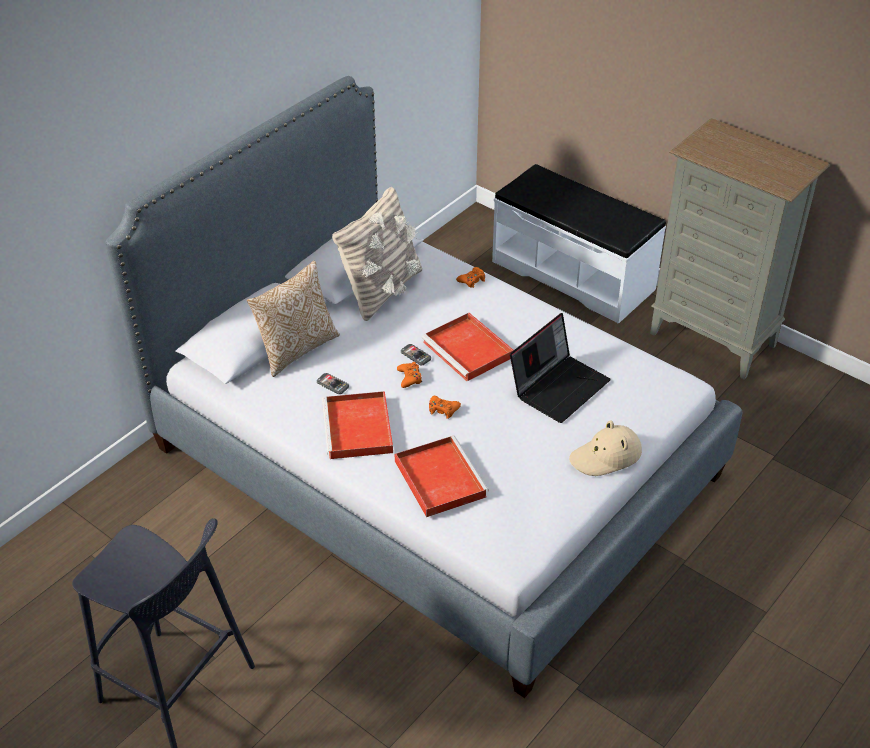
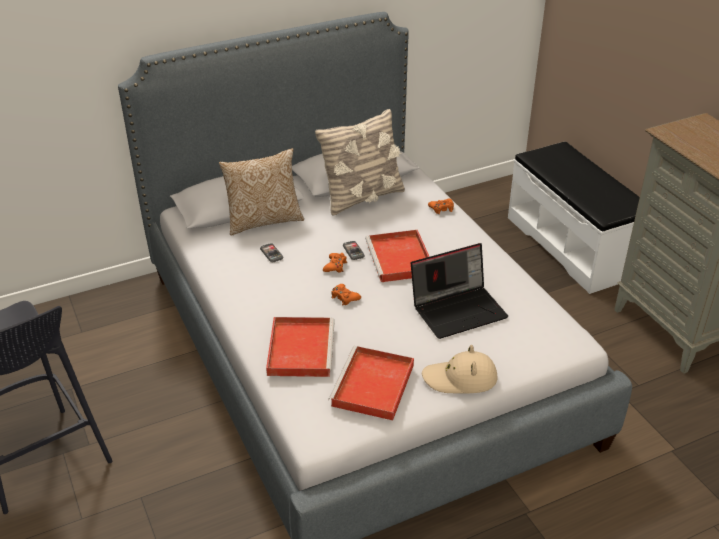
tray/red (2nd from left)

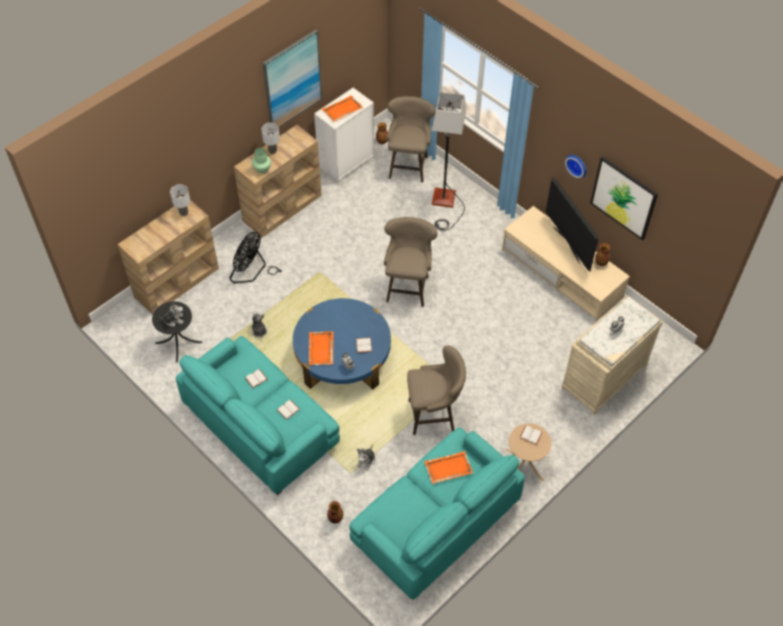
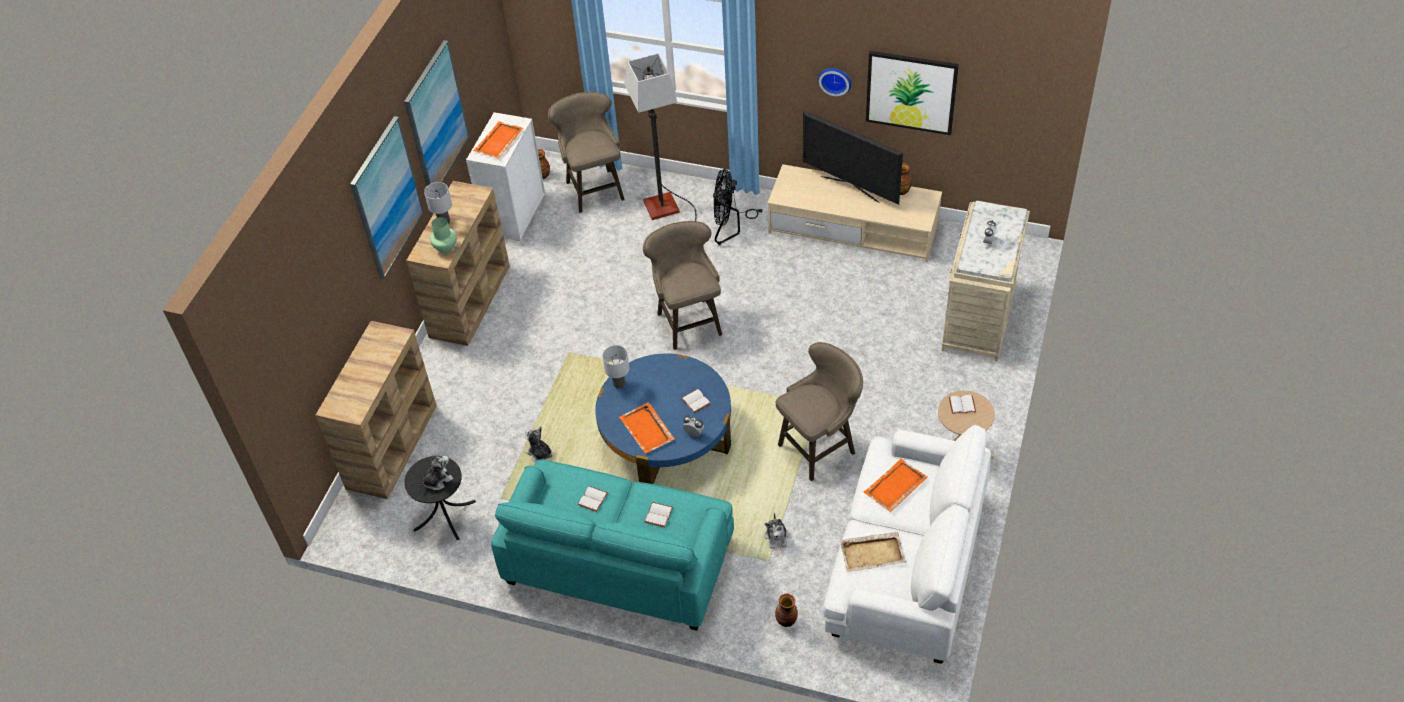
picture (1st from left)
tray/beige
table lamp/white (2nd from left)
fan/black
sofa/white

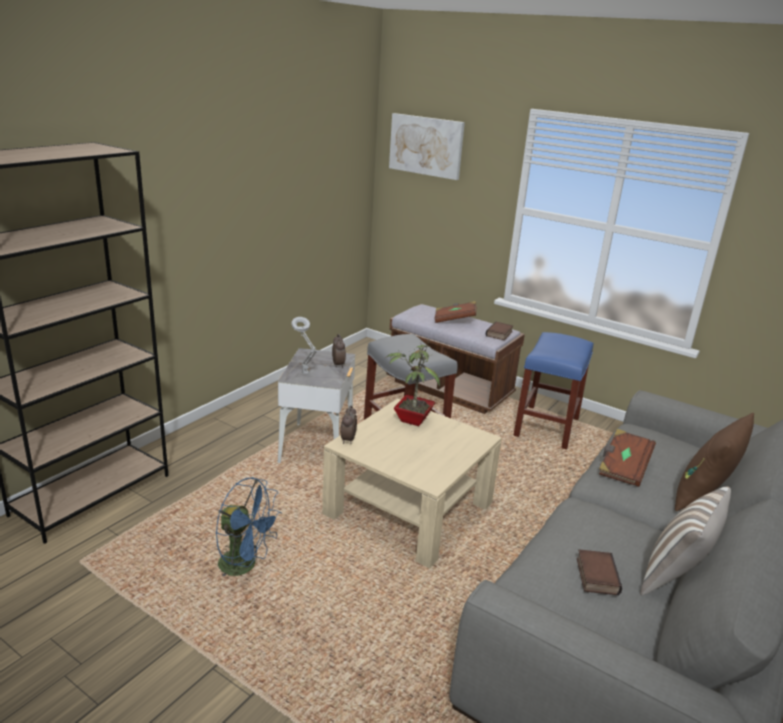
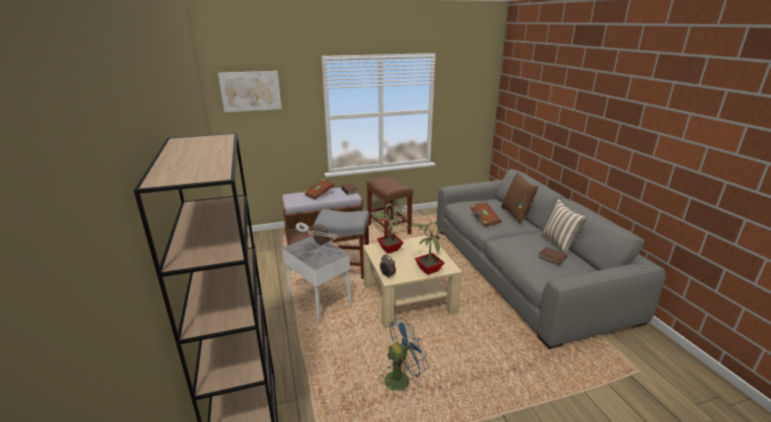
potted plant (2nd from left)
stool/brown

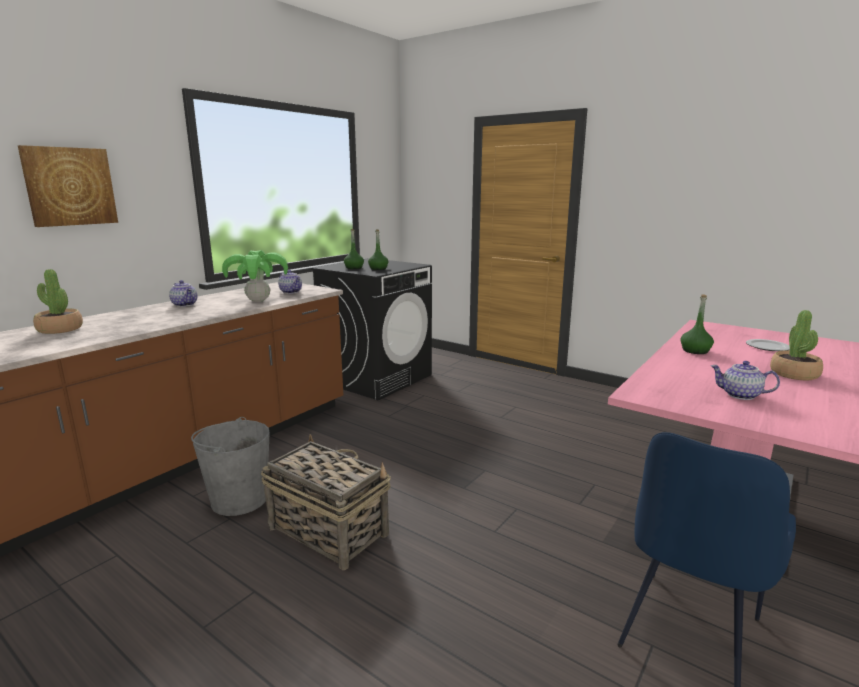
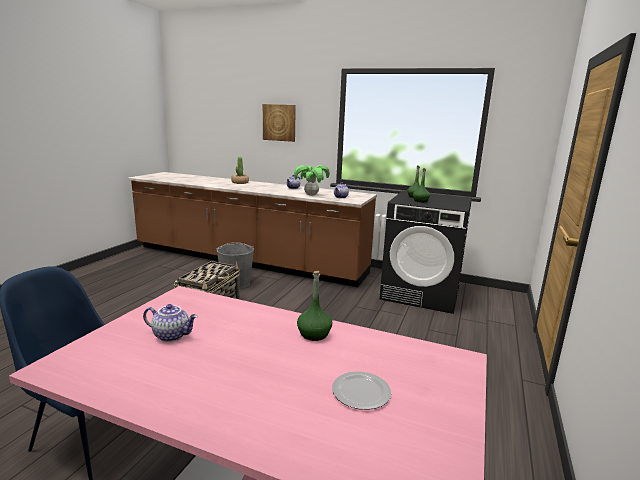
potted plant (3rd from left in the first image)
teapot (1st from left)

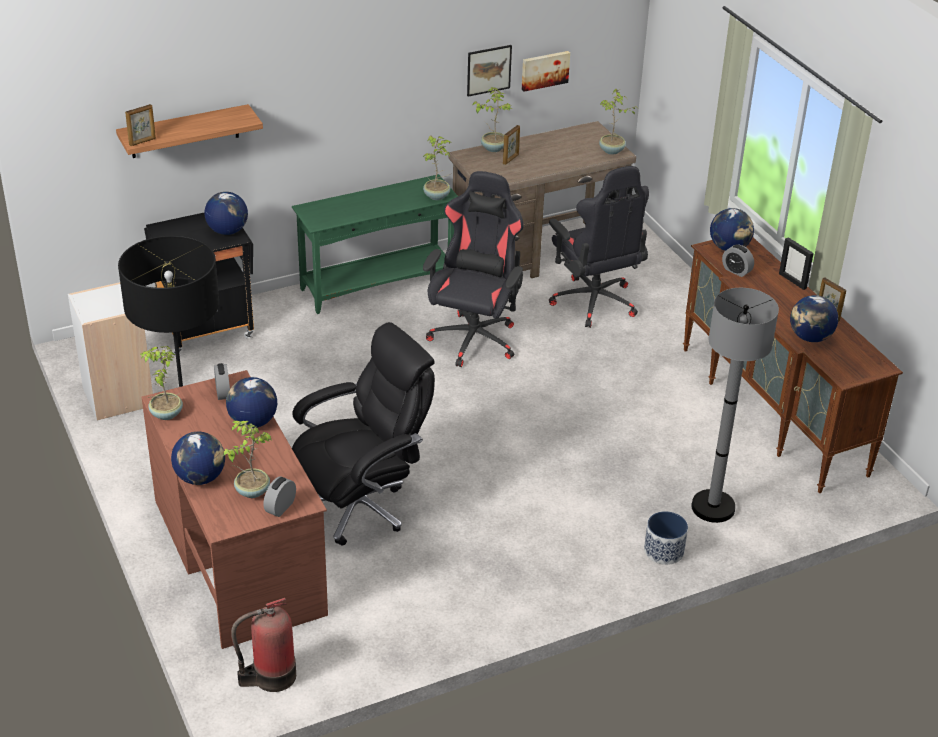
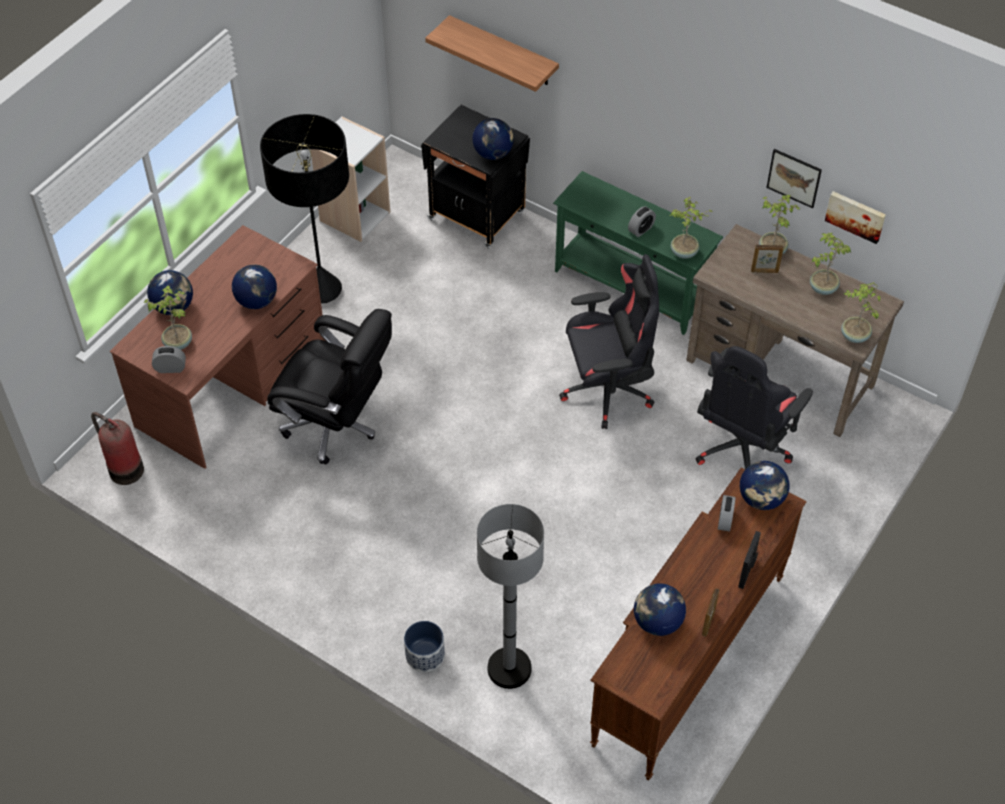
picture frame (1st from left in the first image)
potted plant (4th from left)
alarm clock (2nd from left)

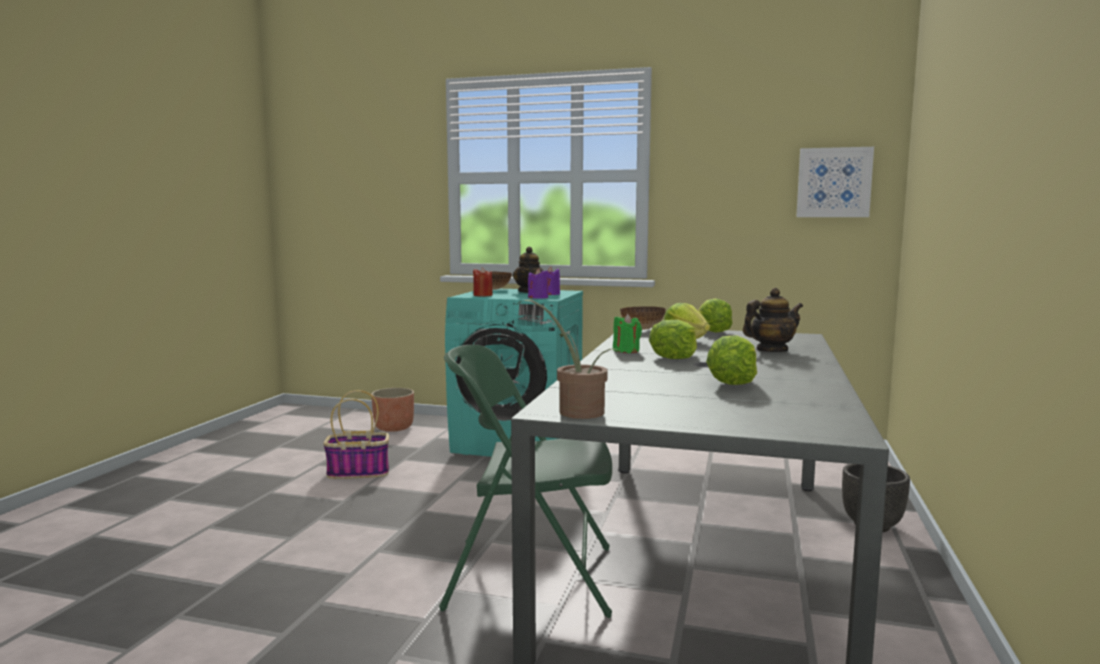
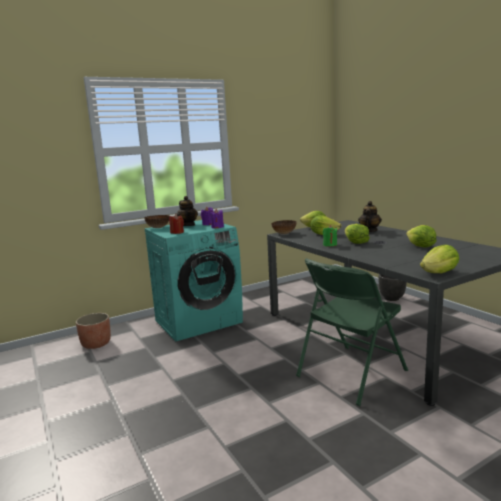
basket
picture
lettuce (5th from left)

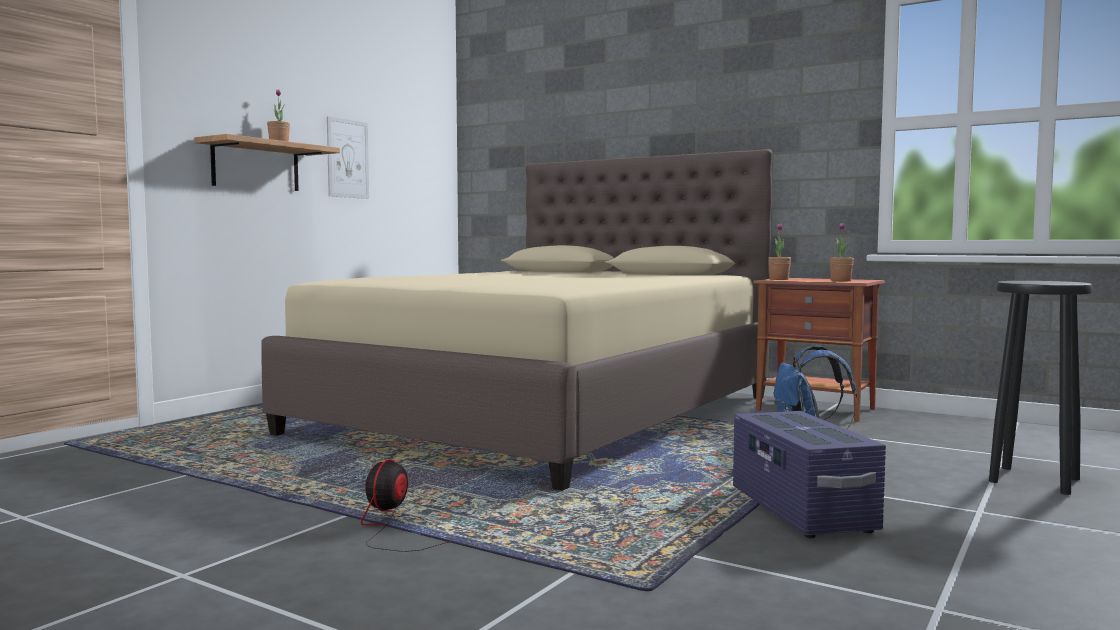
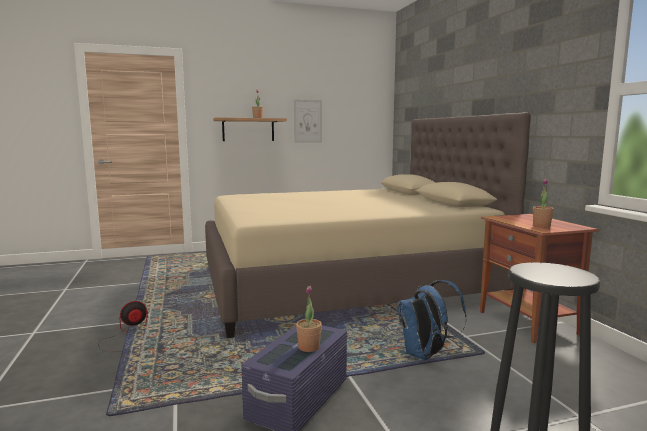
potted plant (2nd from left)

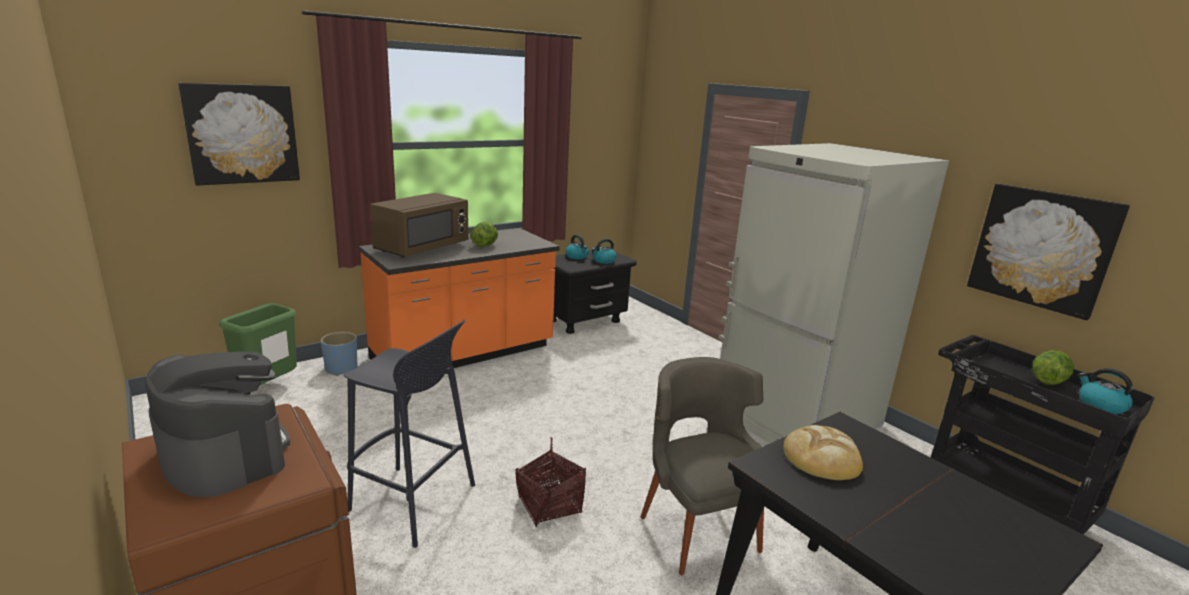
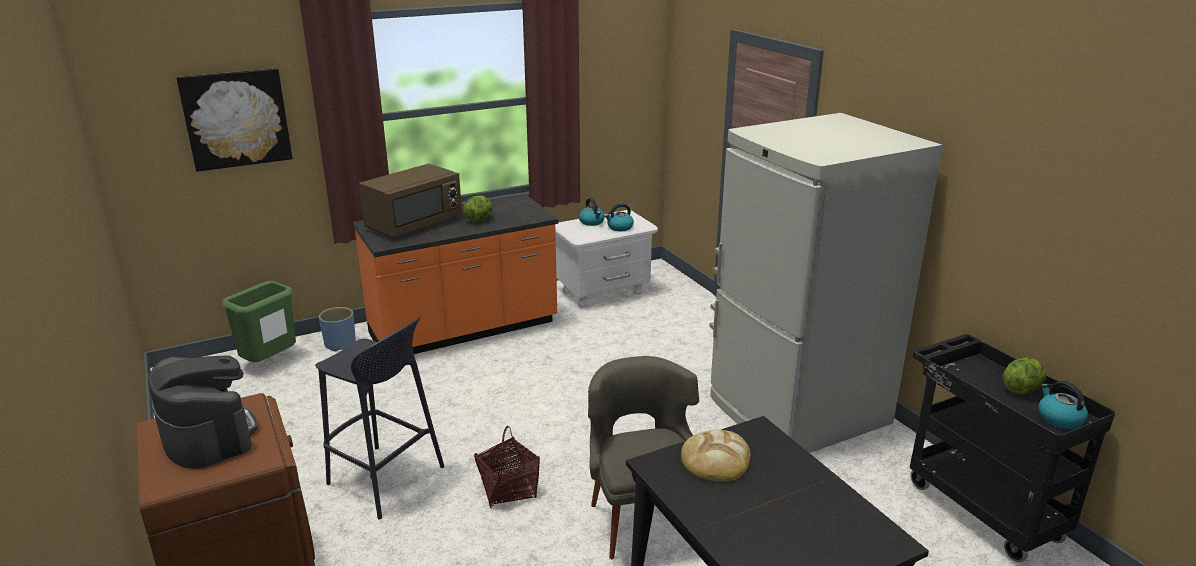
picture (2nd from left in the first image)
nightstand/white

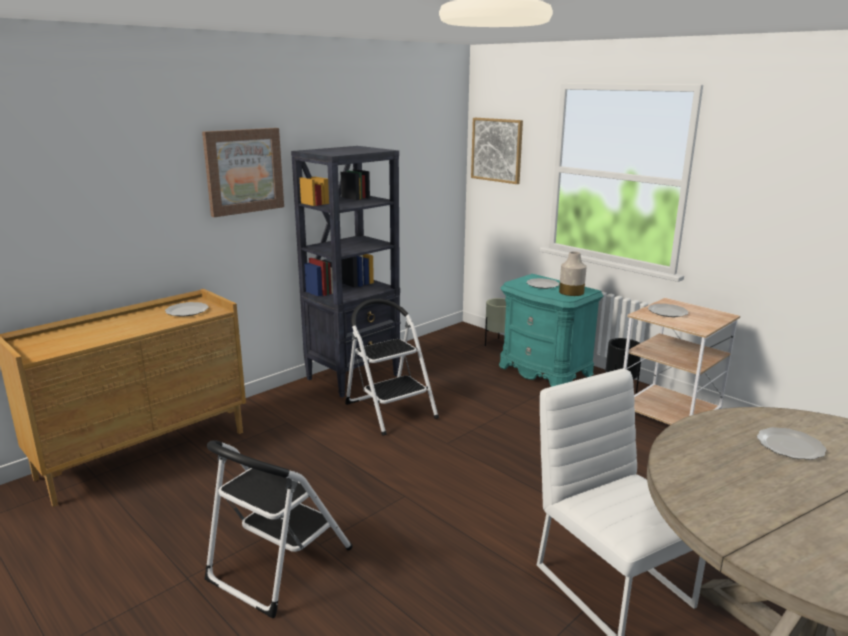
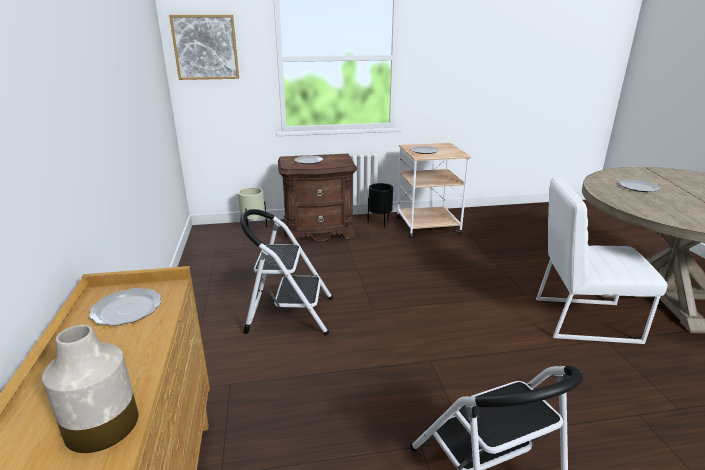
picture (1st from left in the first image)
bookcase/black
vase/beige
nightstand/brown

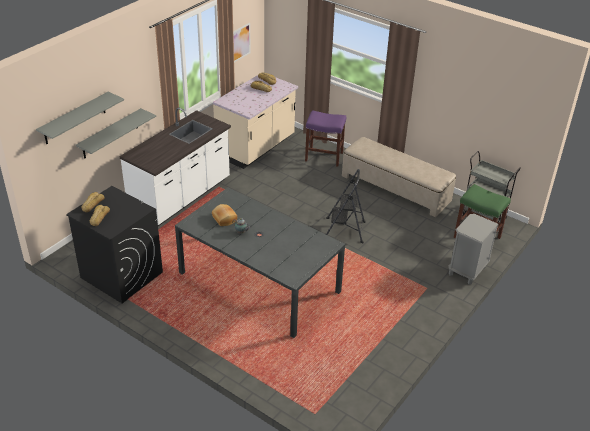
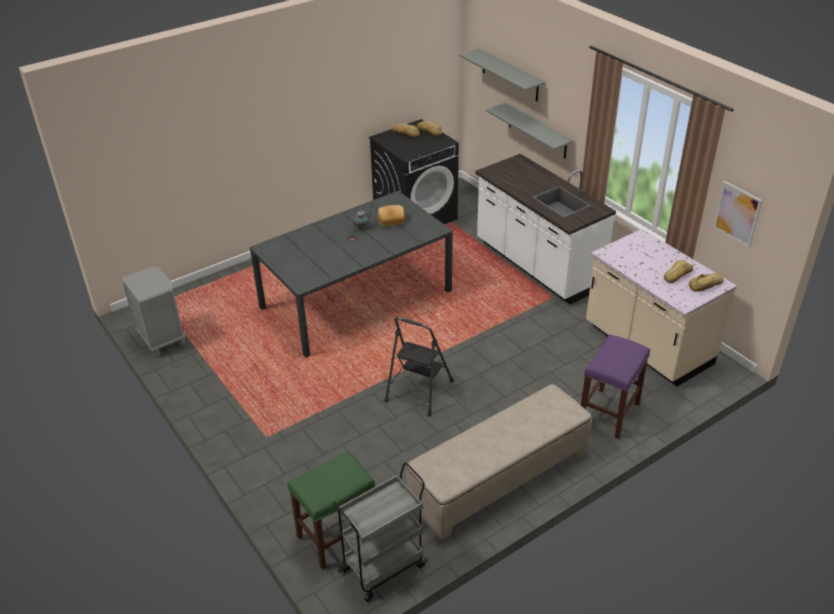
nightstand/grey

